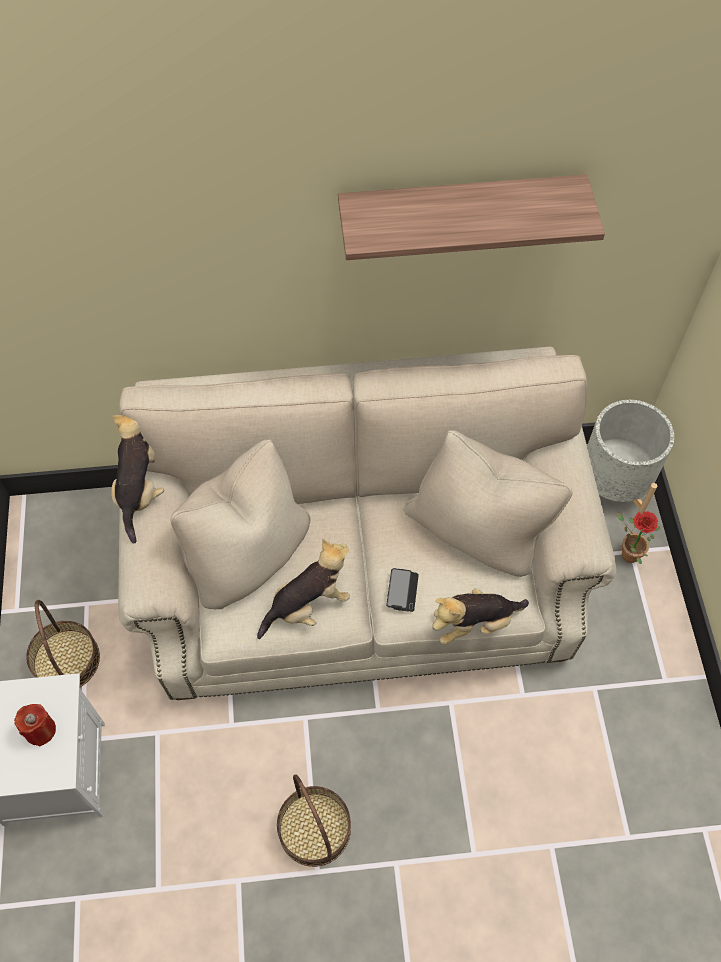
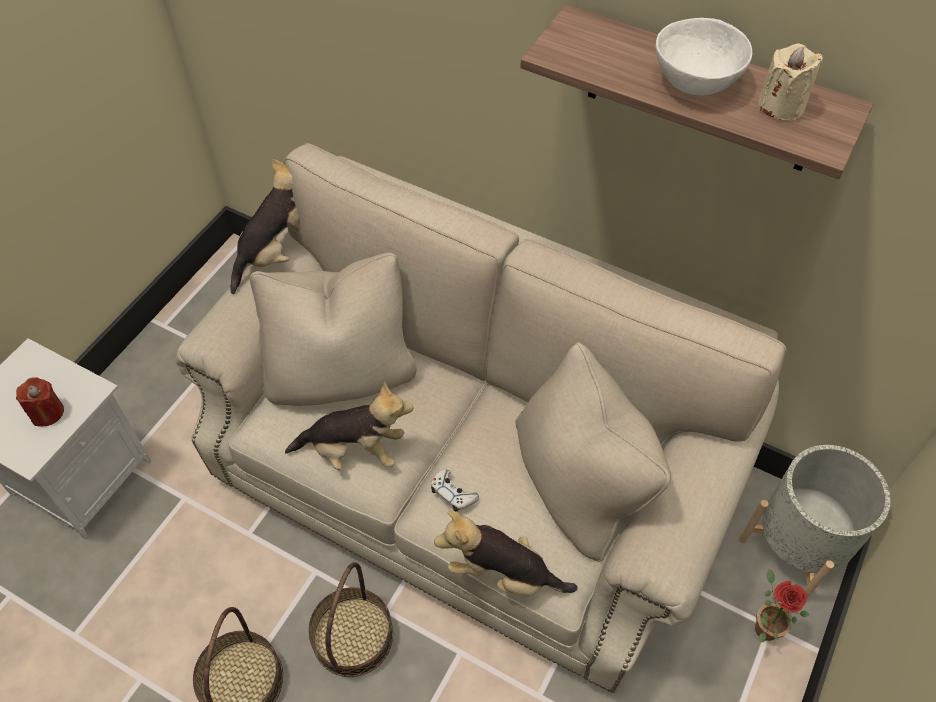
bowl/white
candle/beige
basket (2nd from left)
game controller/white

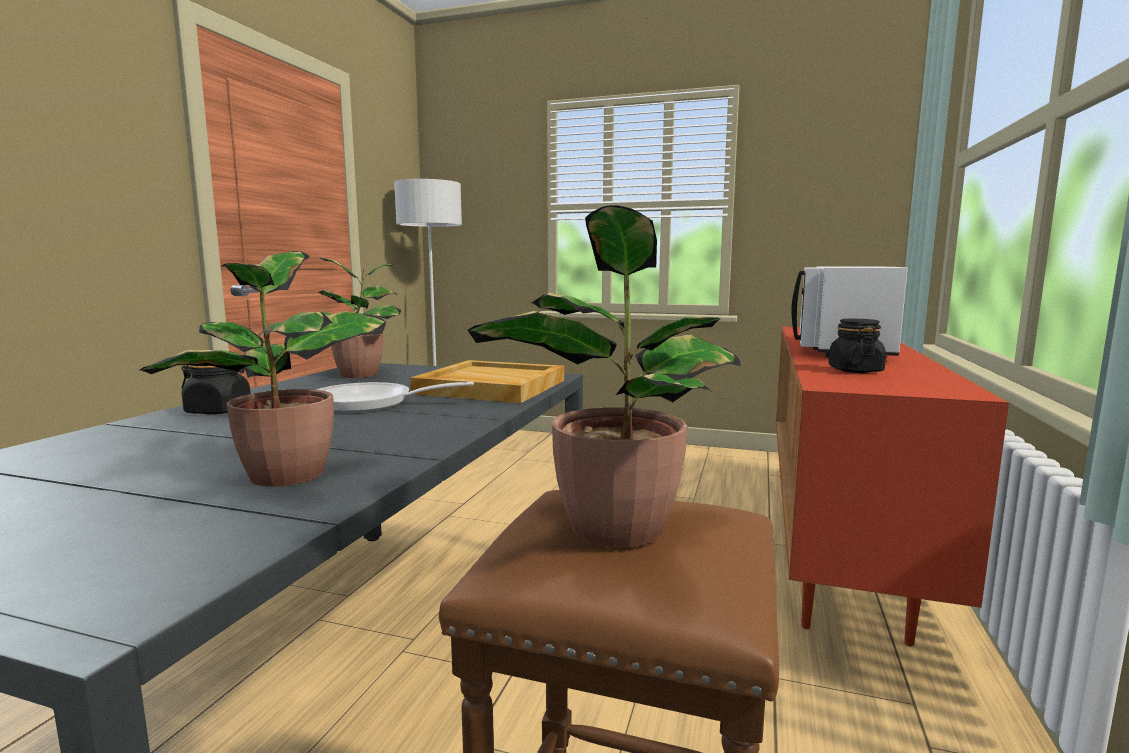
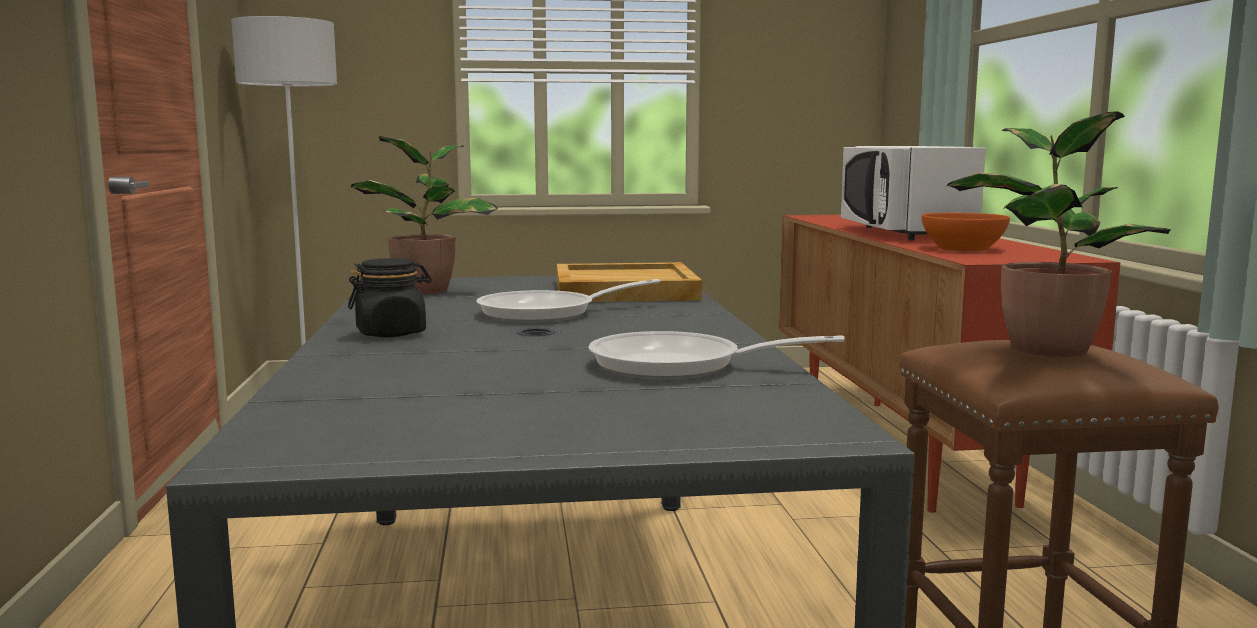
frying pan (2nd from left)
bowl/orange

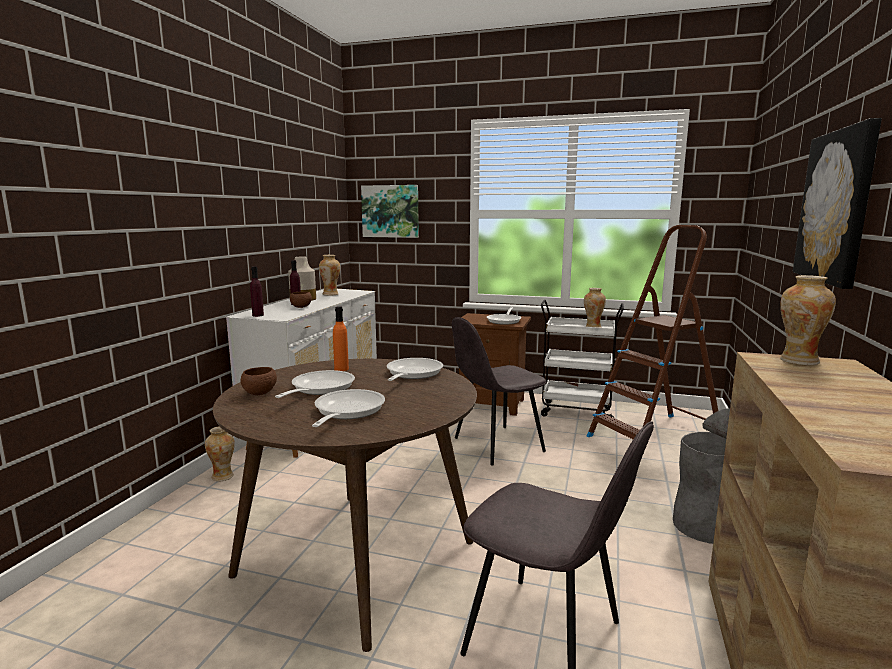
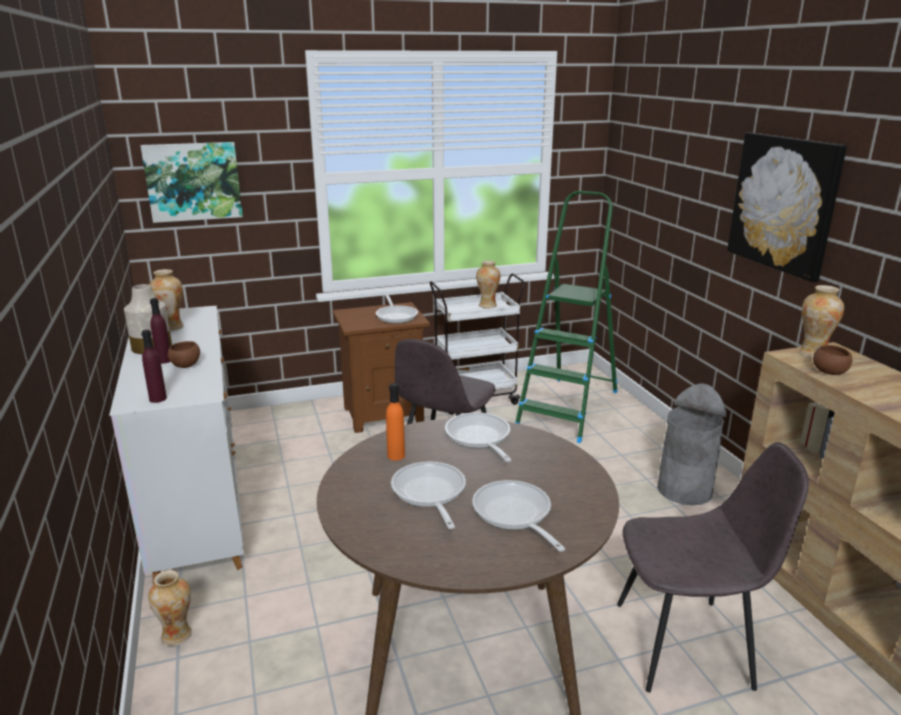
bowl/brown (2nd from left)
step ladder/green

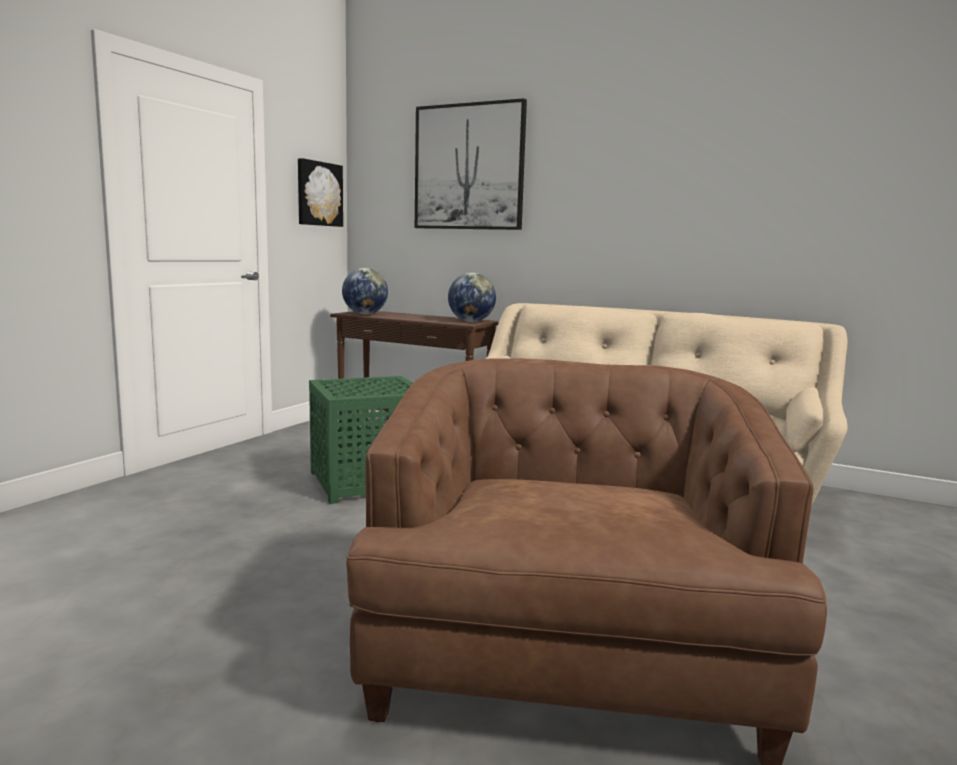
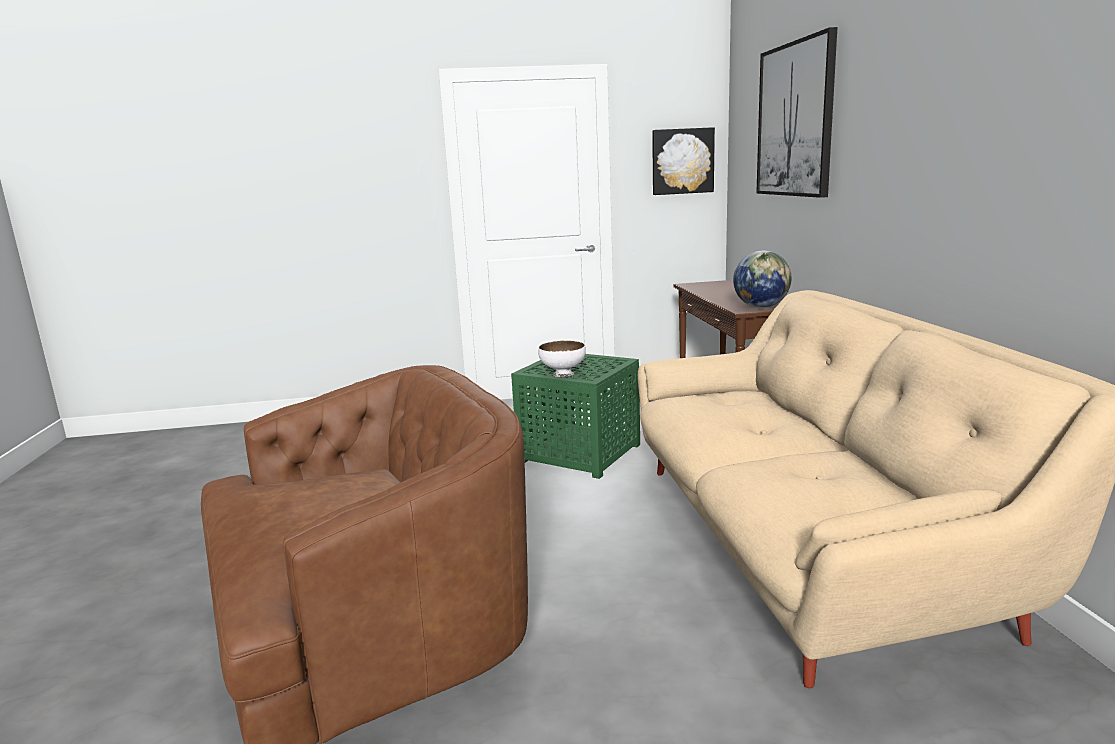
globe (1st from left in the first image)
bowl/white

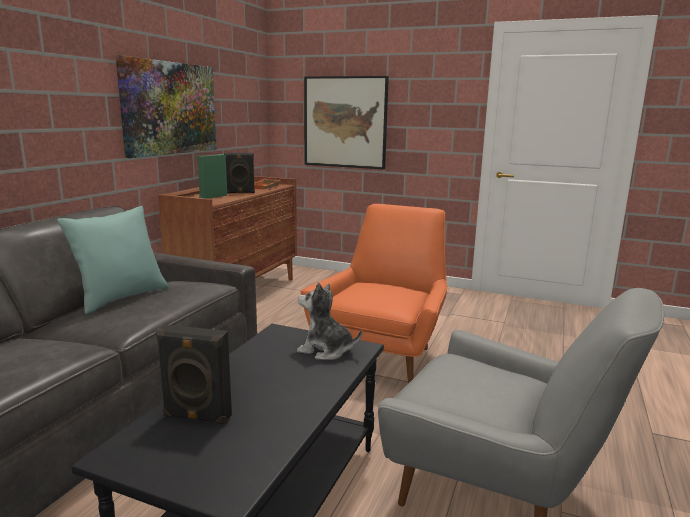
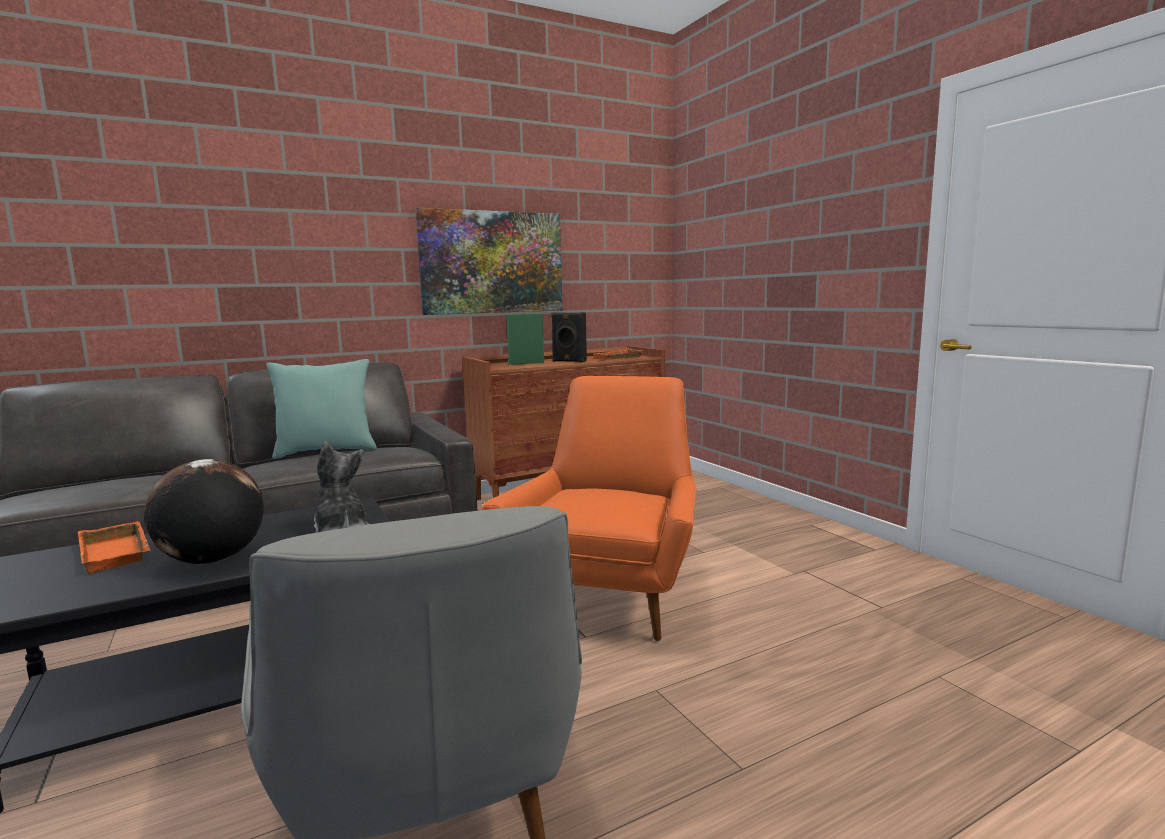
picture (2nd from left in the first image)
globe
tray/orange (1st from left)
armchair/orange

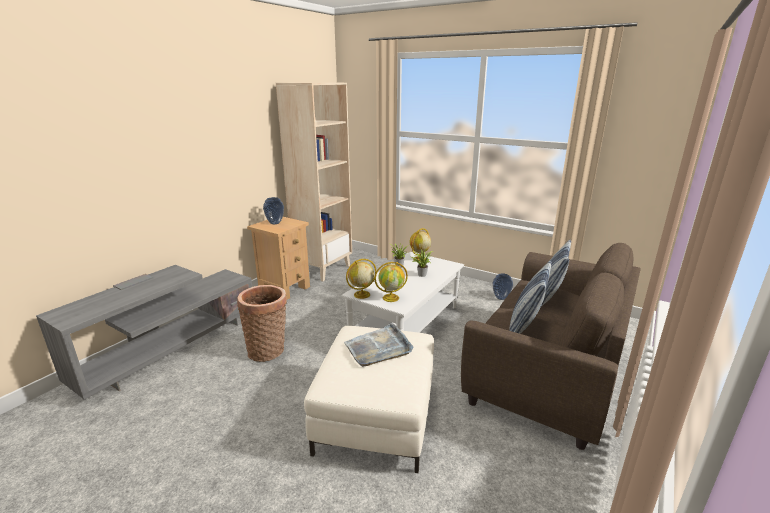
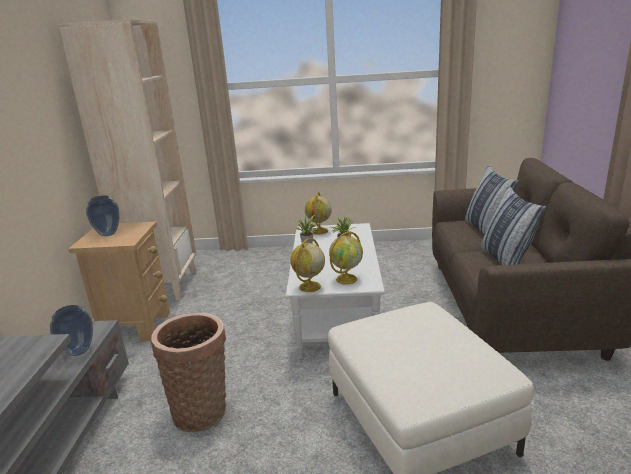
tray/grey
vase (1st from left)

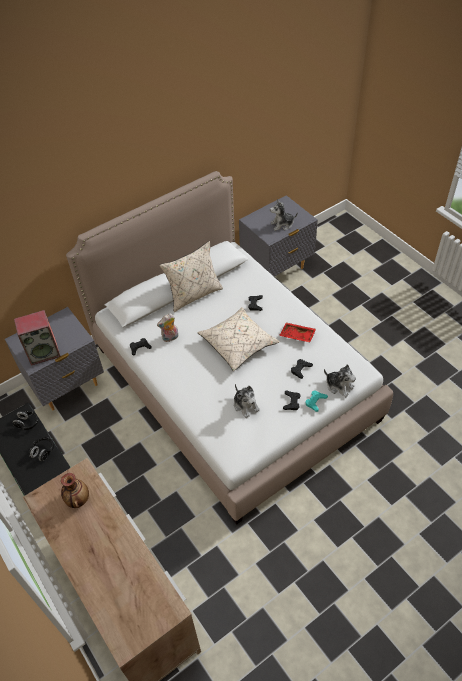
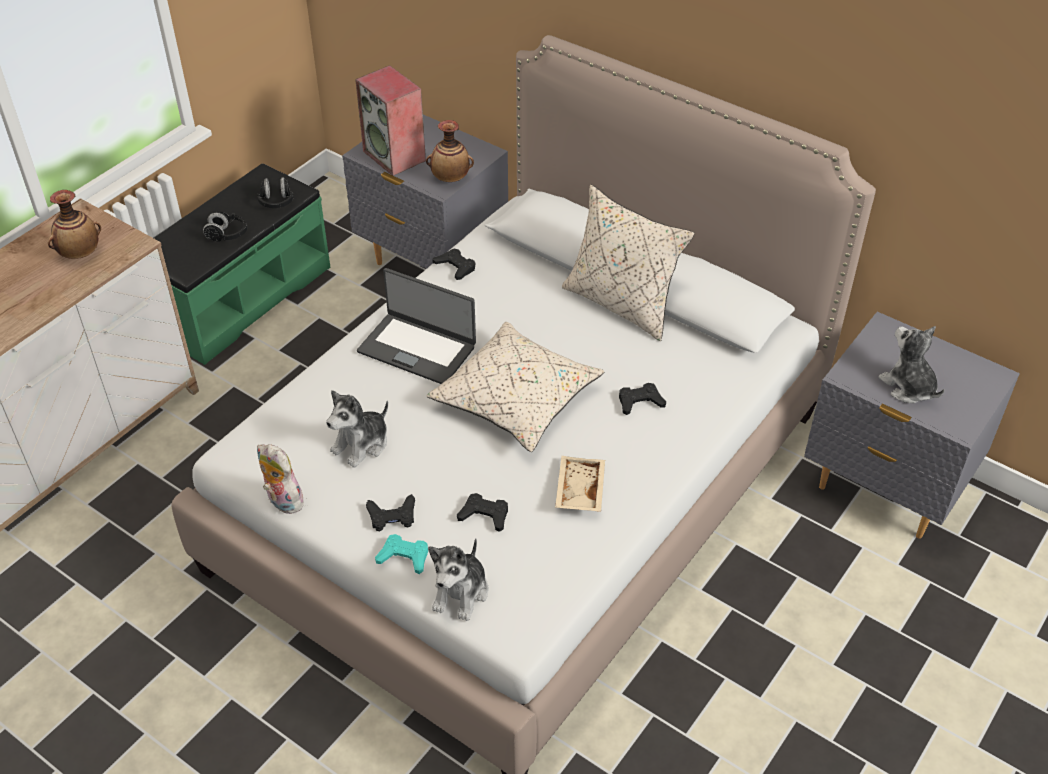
laptop
vase (2nd from left)
plush toy (1st from left)
tray/beige

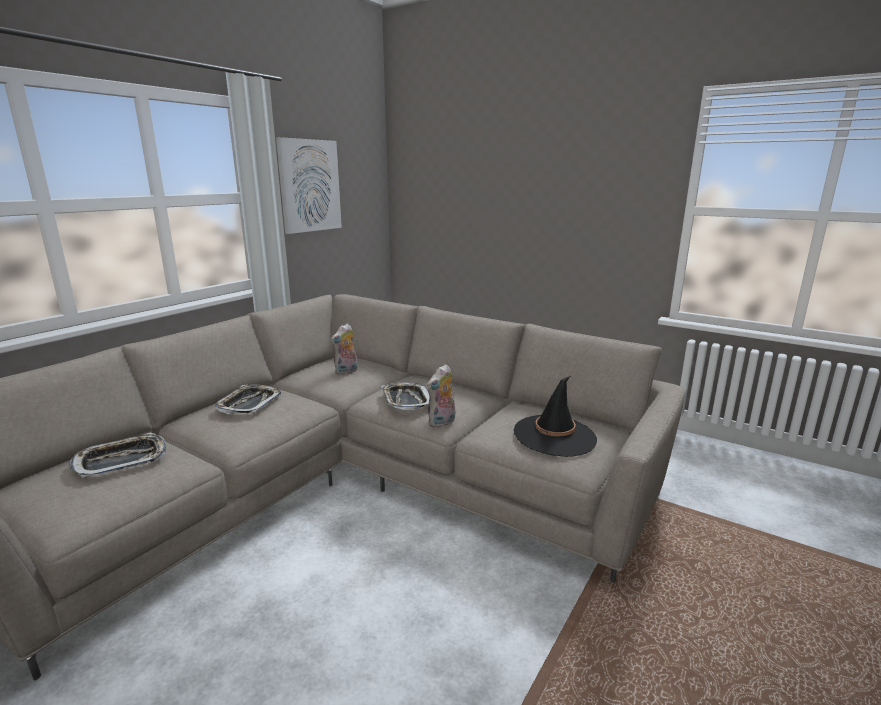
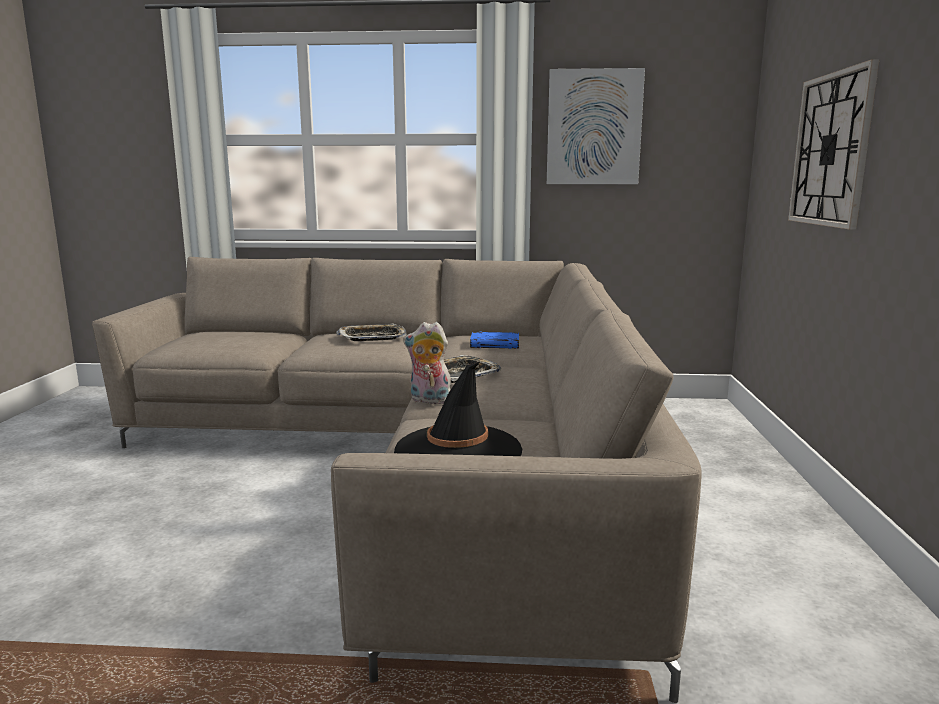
tray (1st from left in the first image)
wall clock
book/blue

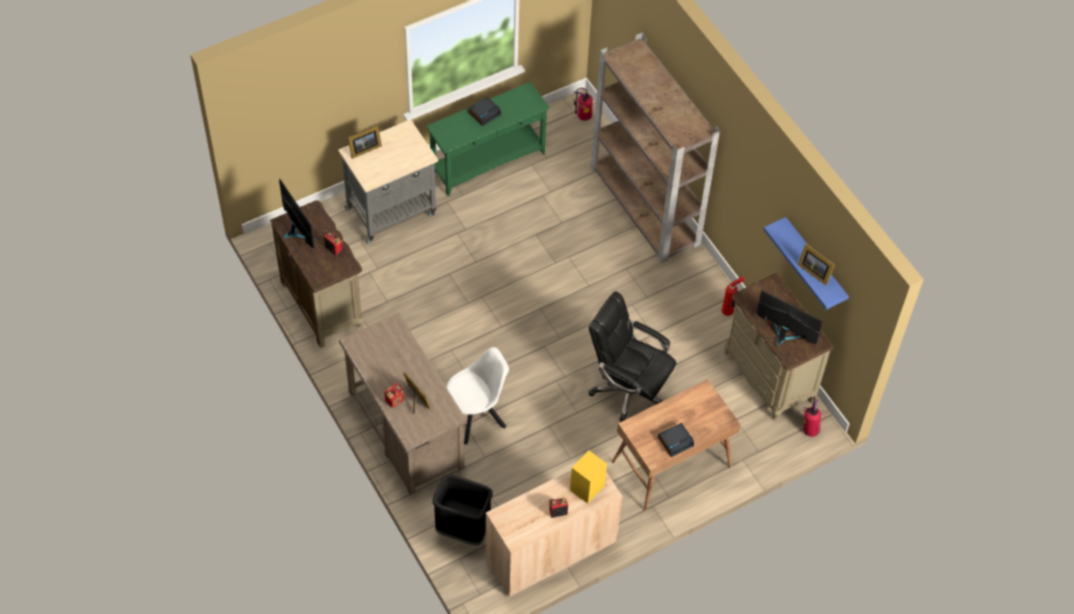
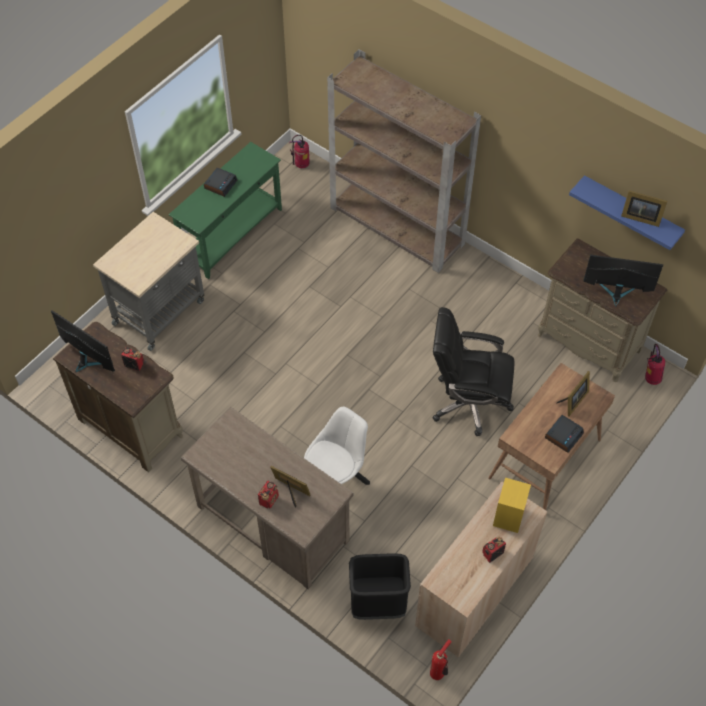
picture frame (2nd from left)
fire extinguisher (2nd from left)

